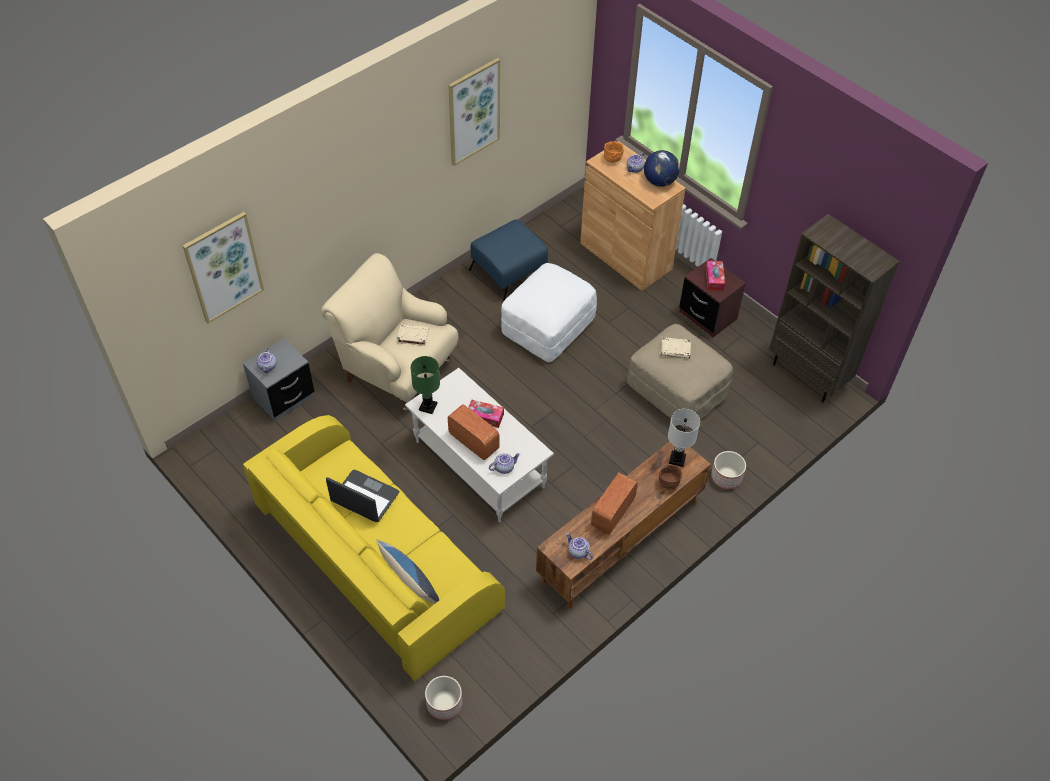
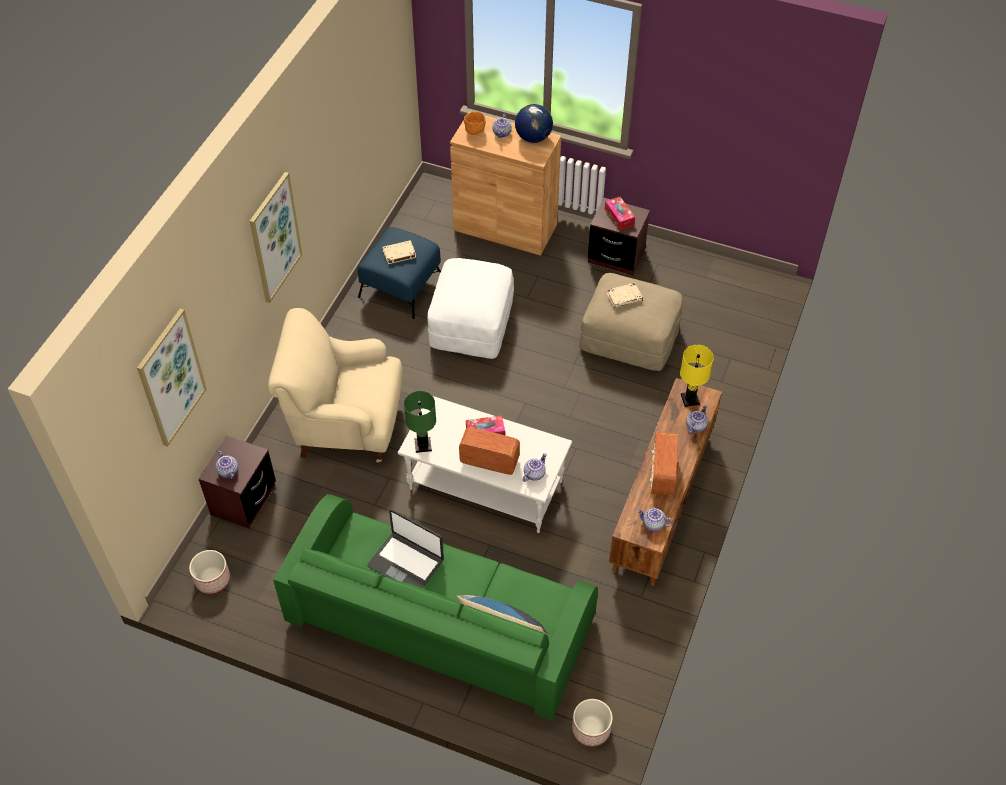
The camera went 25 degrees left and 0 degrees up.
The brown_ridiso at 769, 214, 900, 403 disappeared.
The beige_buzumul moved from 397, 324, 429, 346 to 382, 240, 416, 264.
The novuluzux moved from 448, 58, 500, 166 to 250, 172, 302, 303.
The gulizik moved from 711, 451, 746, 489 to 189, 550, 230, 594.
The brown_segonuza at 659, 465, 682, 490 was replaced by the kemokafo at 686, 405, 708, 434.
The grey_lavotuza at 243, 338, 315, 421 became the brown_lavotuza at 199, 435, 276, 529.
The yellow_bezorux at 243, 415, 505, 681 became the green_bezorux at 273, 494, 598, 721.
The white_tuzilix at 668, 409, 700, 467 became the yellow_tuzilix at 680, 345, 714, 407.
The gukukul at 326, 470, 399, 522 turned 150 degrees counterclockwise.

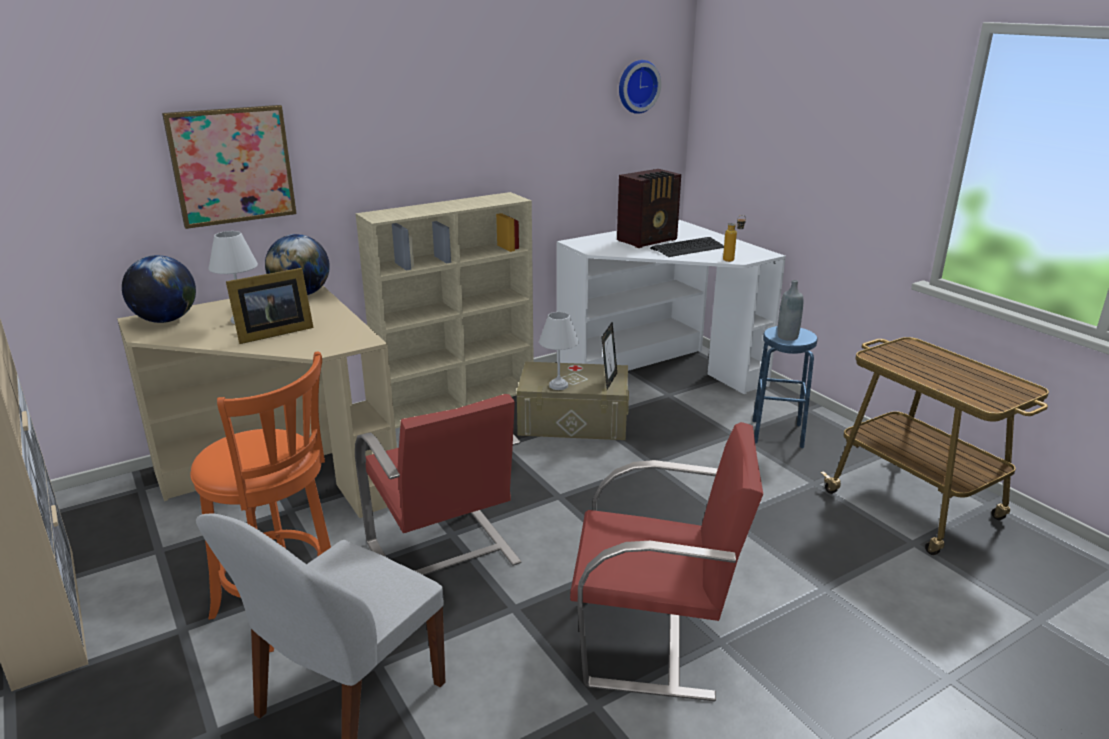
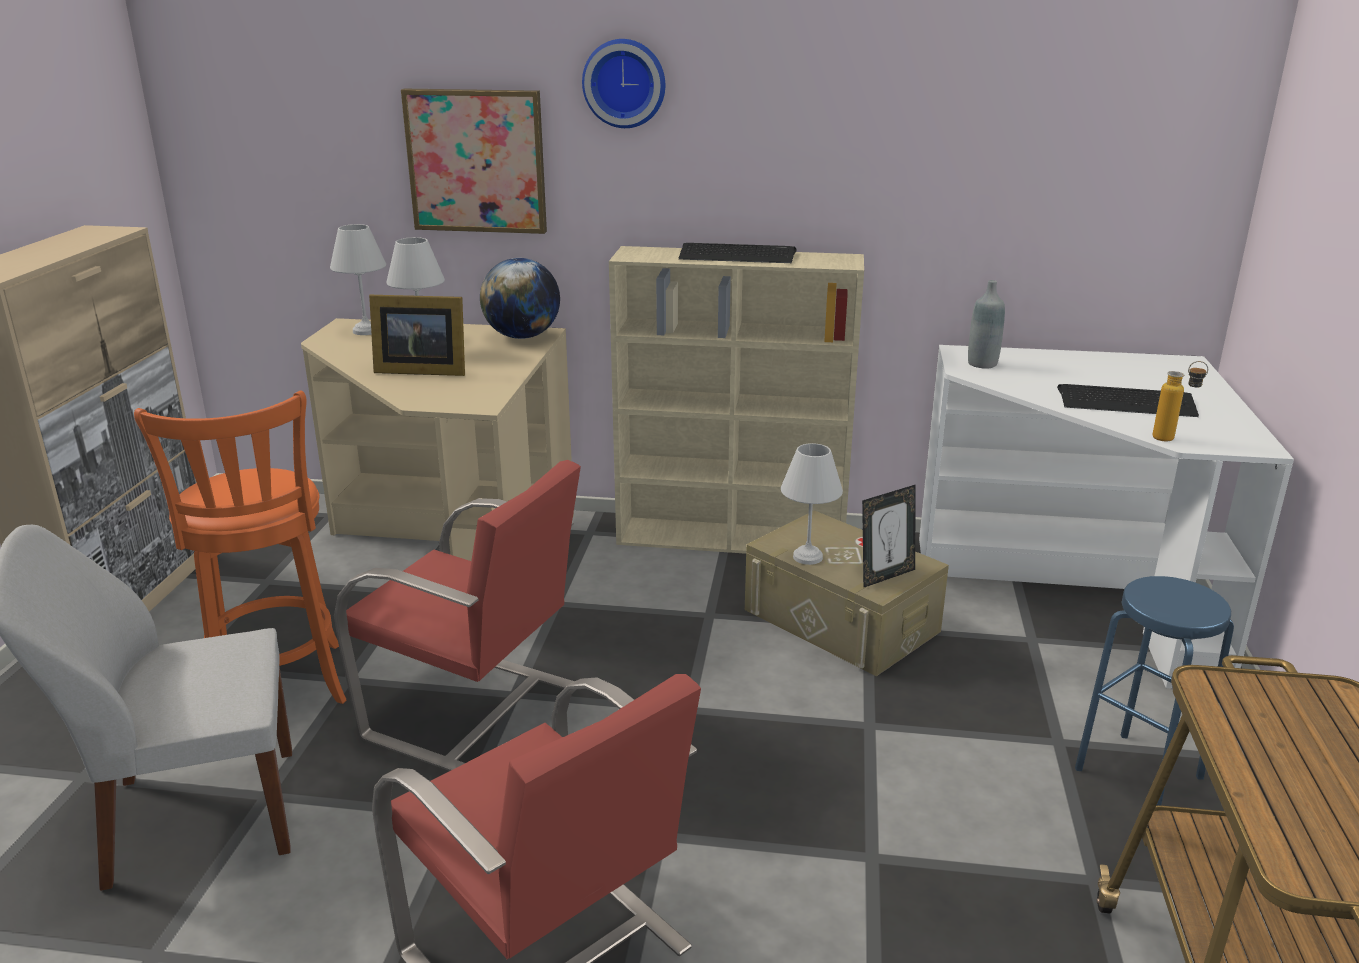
The camera went 40 degrees right and 0 degrees up.
The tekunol at 617, 169, 681, 248 disappeared.
The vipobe at 679, 243, 797, 263 appeared.
The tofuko moved from 619, 60, 661, 114 to 582, 39, 665, 128.
The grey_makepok moved from 777, 280, 803, 341 to 968, 280, 1005, 369.
The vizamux at 122, 255, 196, 323 was replaced by the white_tuzilix at 330, 224, 386, 335.
The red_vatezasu at 355, 394, 521, 575 turned 75 degrees counterclockwise.

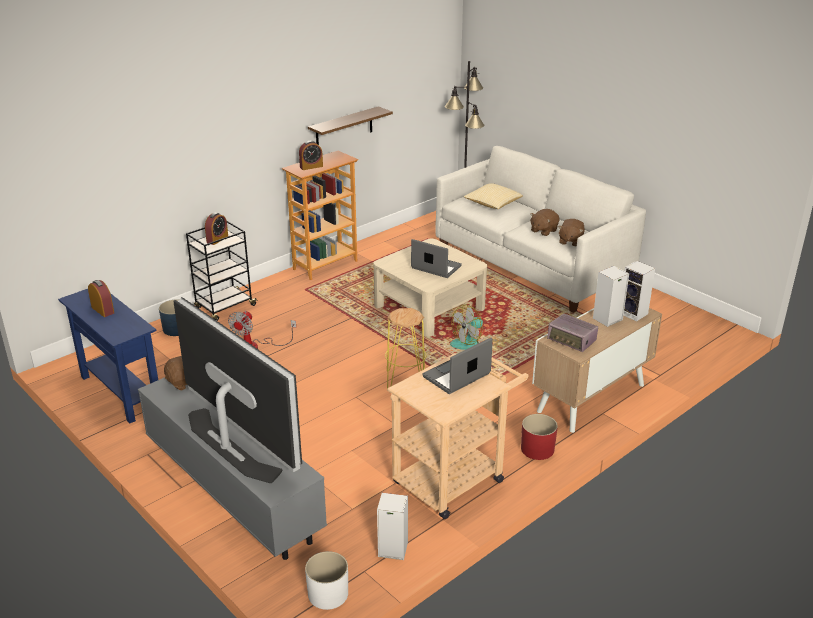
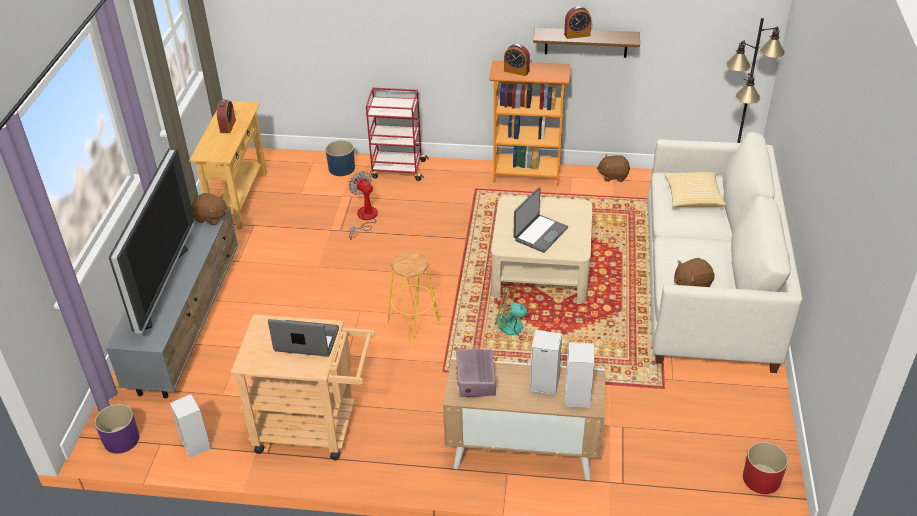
The camera went 50 degrees right and 10 degrees up.
The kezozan moved from 205, 213, 228, 245 to 564, 6, 591, 39.
The red_gulizik moved from 521, 414, 558, 460 to 743, 442, 788, 494.
The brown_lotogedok moved from 530, 209, 560, 236 to 597, 154, 630, 182.
The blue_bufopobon at 58, 289, 158, 423 became the beige_bufopobon at 189, 101, 267, 229.
The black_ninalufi at 186, 220, 258, 321 became the red_ninalufi at 366, 88, 429, 181.
The white_gulizik at 305, 551, 348, 610 became the purple_gulizik at 95, 404, 139, 454.
The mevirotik at 228, 310, 296, 349 turned 75 degrees clockwise.
The gukukul at 411, 239, 462, 278 turned 45 degrees clockwise.

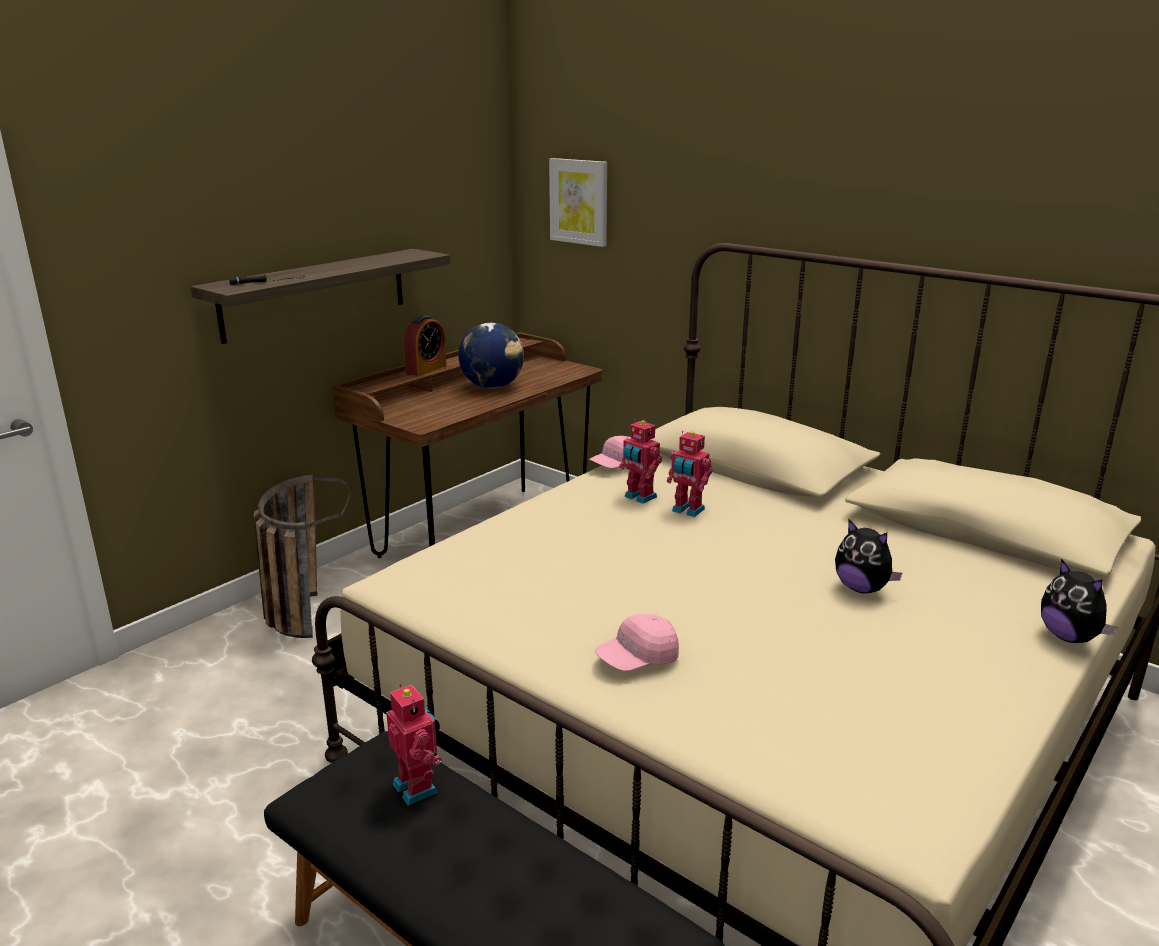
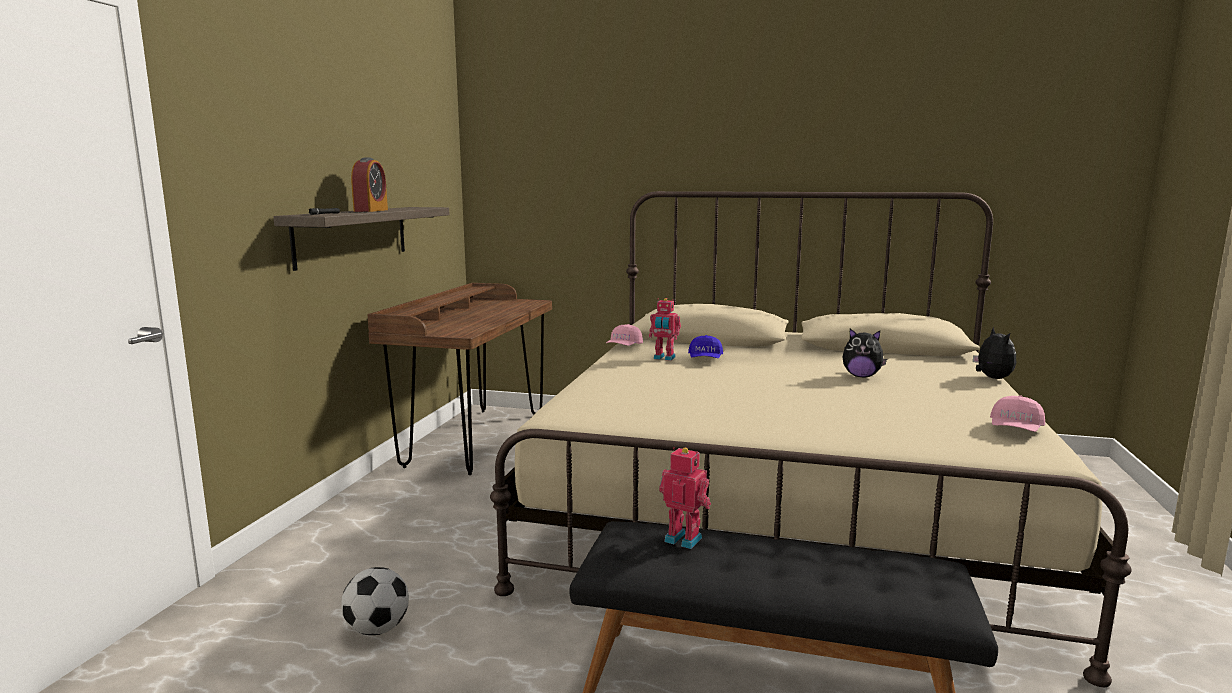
The camera went 25 degrees left and 10 degrees down.
The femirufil at 254, 475, 350, 638 disappeared.
The vizamux at 458, 323, 524, 388 disappeared.
The novuluzux at 549, 158, 607, 247 disappeared.
The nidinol at 341, 567, 409, 635 appeared.
The kezozan moved from 403, 315, 446, 376 to 351, 157, 388, 212.
The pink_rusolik moved from 595, 614, 679, 671 to 990, 395, 1045, 432.
The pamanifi at 667, 431, 713, 517 was replaced by the blue_rusolik at 688, 335, 723, 358.
The lotogedok at 1041, 559, 1118, 643 turned 135 degrees counterclockwise.

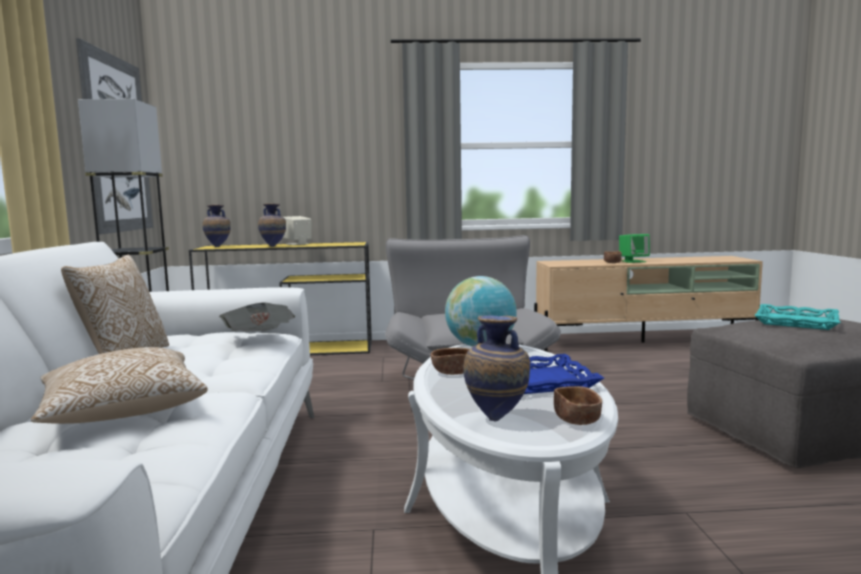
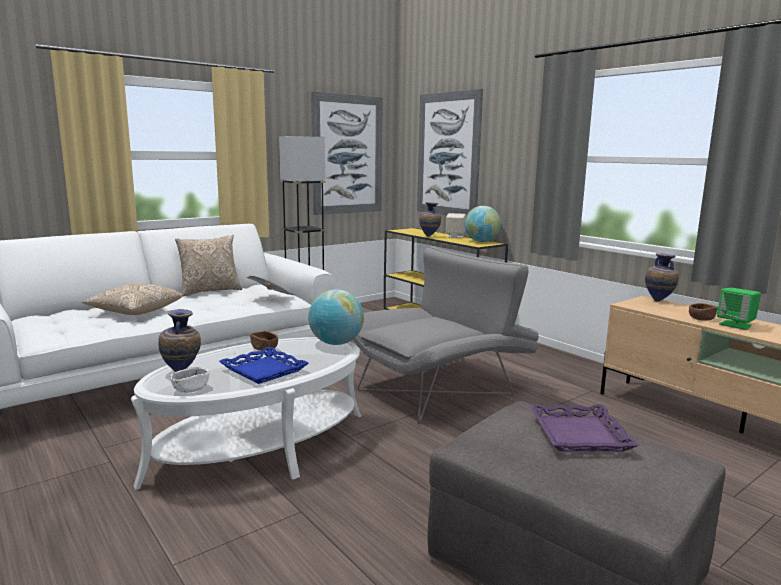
The camera went 55 degrees right and 5 degrees up.
The novuluzux at 417, 89, 483, 216 appeared.
The vizamux at 464, 206, 501, 242 appeared.
The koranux moved from 202, 204, 231, 247 to 645, 253, 679, 302.
The brown_segonuza at 554, 386, 602, 425 became the white_segonuza at 170, 367, 209, 393.
The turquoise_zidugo at 754, 304, 840, 330 became the purple_zidugo at 529, 404, 640, 451.

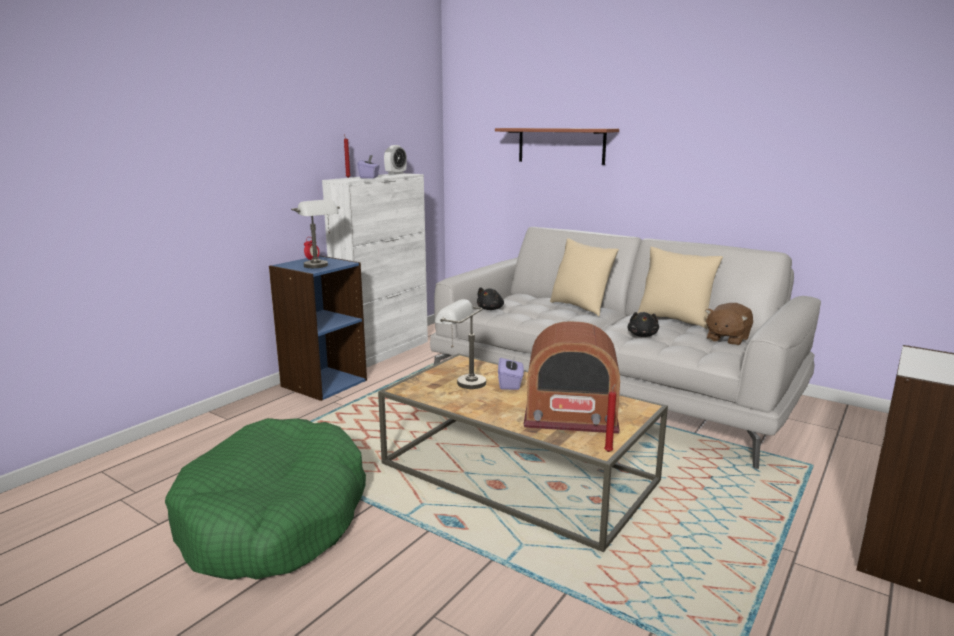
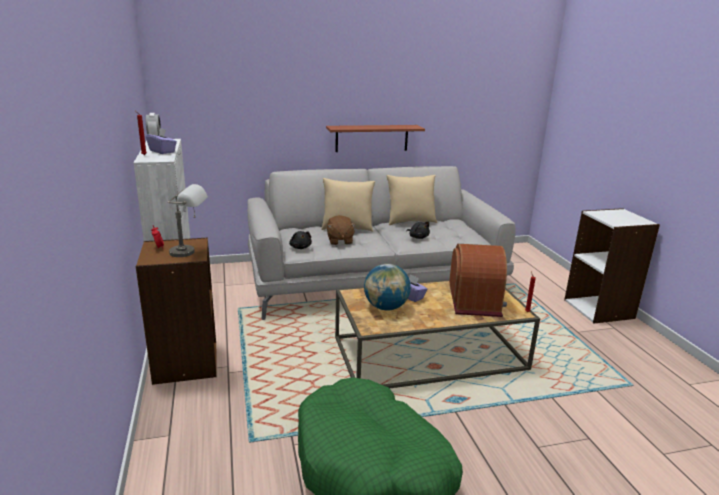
The camera went 50 degrees left and 5 degrees up.
The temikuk moved from 495, 128, 619, 165 to 326, 125, 425, 152.
The brown_lotogedok moved from 705, 303, 753, 345 to 327, 215, 356, 245.
The grey_tuzilix at 435, 299, 486, 389 was replaced by the vizamux at 364, 264, 411, 310.
The blue_ridiso at 269, 255, 367, 401 became the brown_ridiso at 136, 238, 217, 385.
The tekunol at 523, 321, 620, 434 turned 45 degrees counterclockwise.

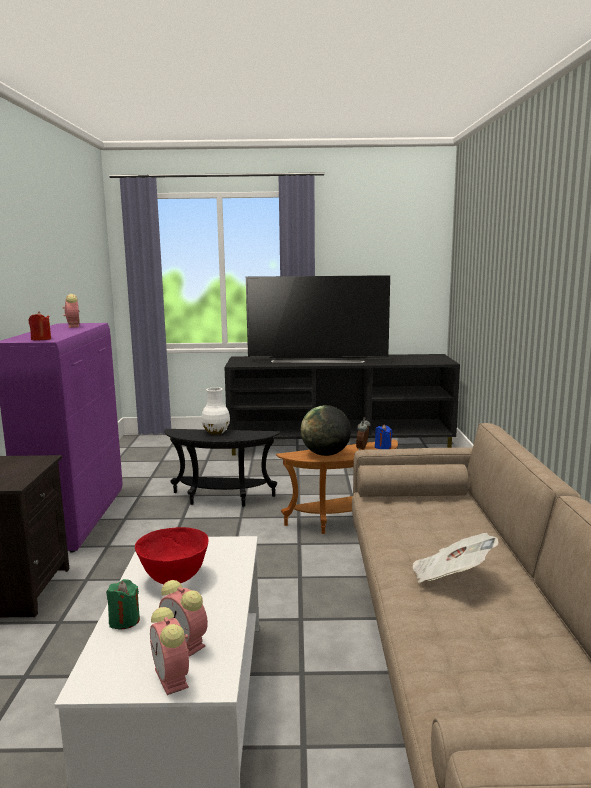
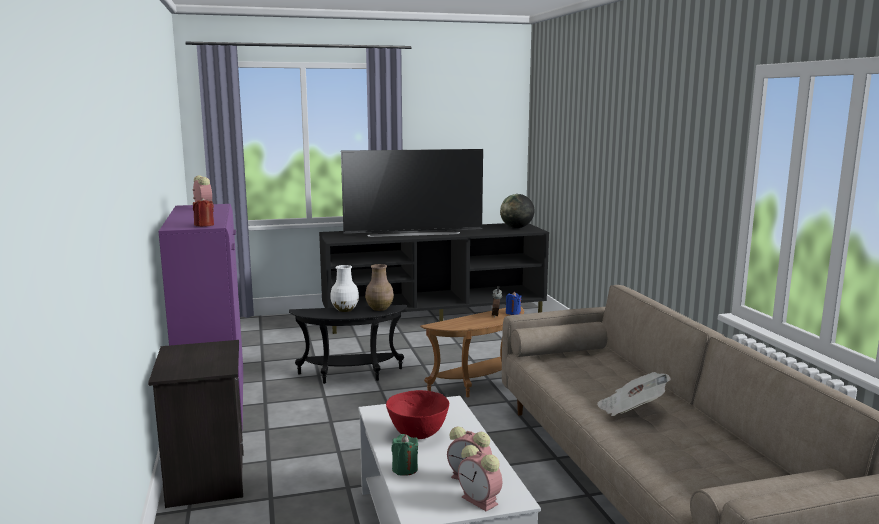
The camera went 15 degrees left and 0 degrees up.
The brown_koranux at 365, 264, 394, 311 appeared.
The vizamux moved from 301, 405, 351, 456 to 500, 194, 534, 228.

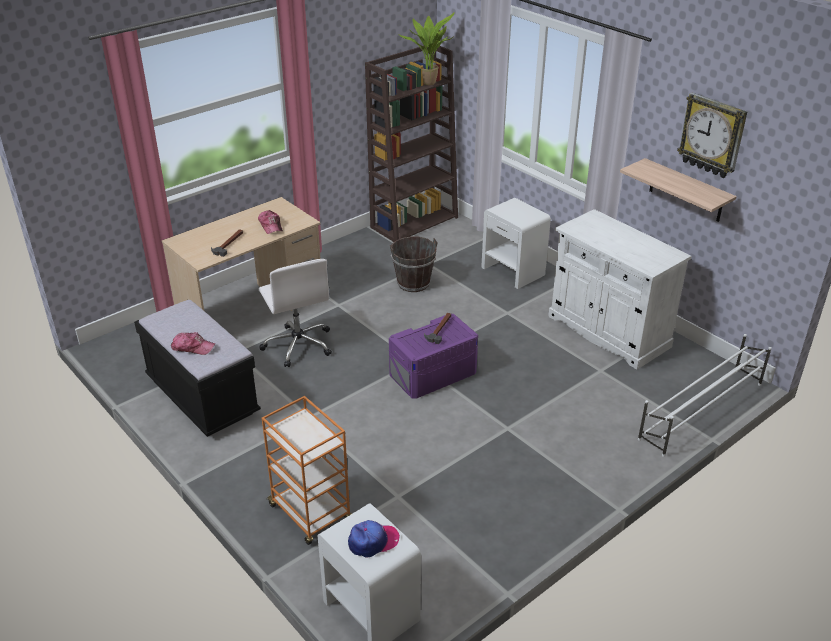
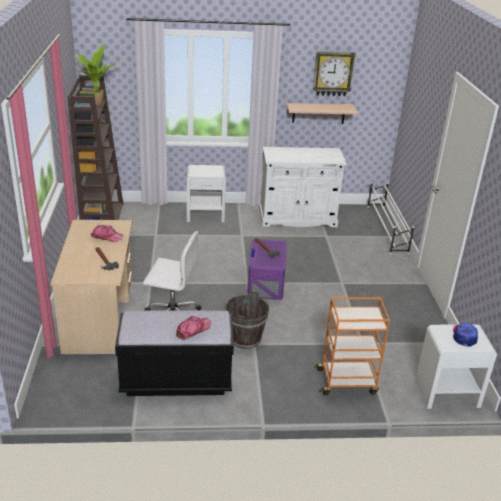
The camera went 55 degrees left and 5 degrees down.
The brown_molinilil moved from 390, 236, 438, 292 to 226, 291, 269, 349.

